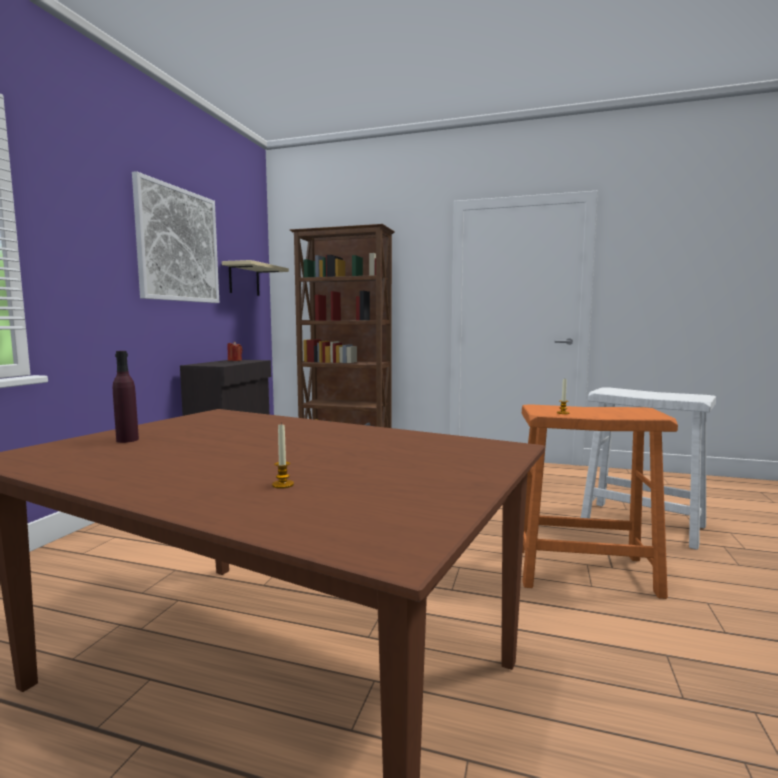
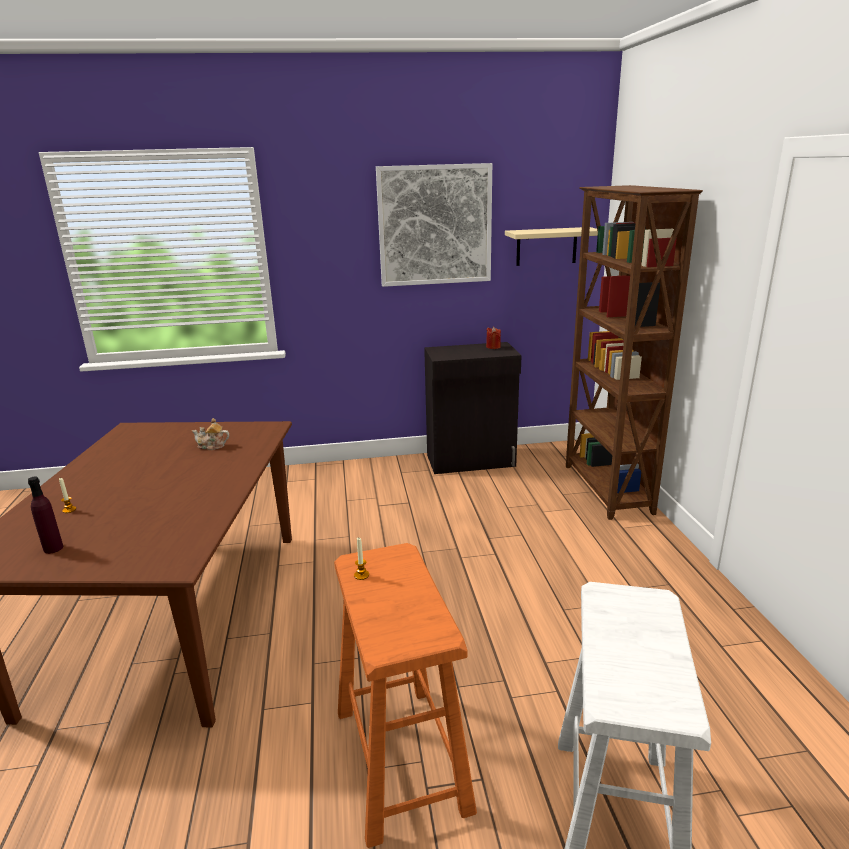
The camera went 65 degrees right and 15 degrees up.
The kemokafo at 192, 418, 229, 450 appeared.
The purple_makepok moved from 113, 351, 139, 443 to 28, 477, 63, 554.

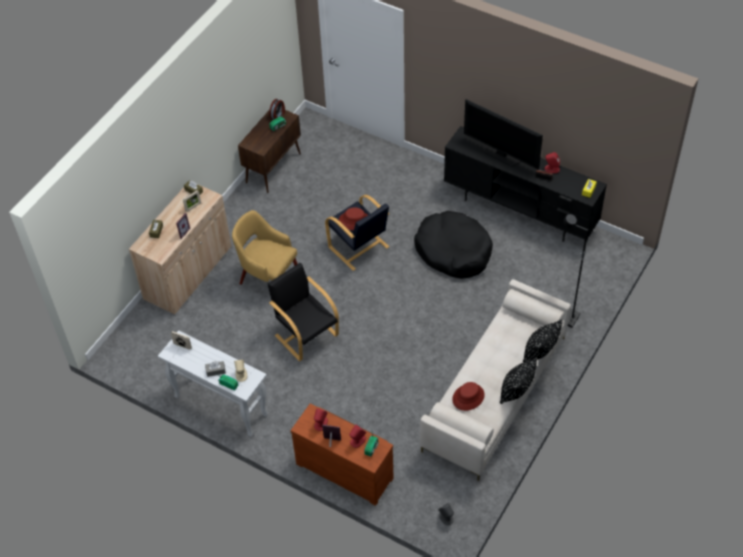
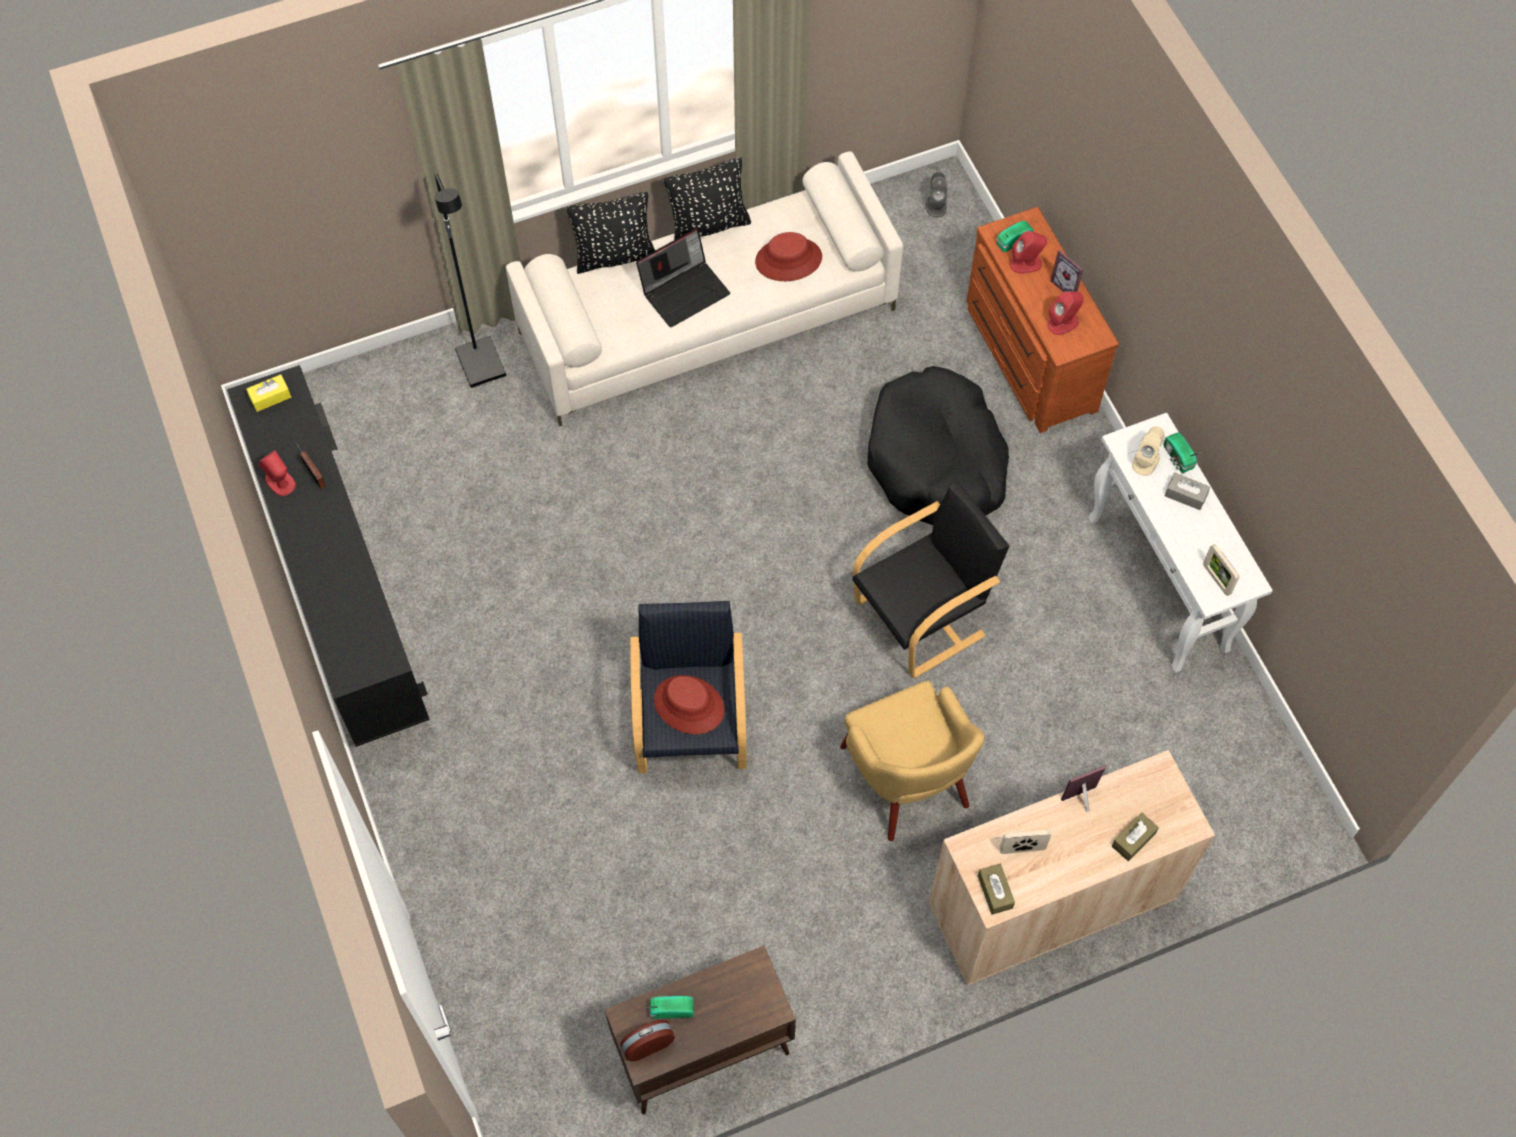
The camera went 145 degrees left and 10 degrees up.
The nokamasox at 464, 99, 543, 170 disappeared.
The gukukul at 636, 228, 730, 327 appeared.
The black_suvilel moved from 414, 211, 493, 279 to 867, 366, 1009, 525.
The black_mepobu at 267, 263, 339, 361 turned 120 degrees counterclockwise.

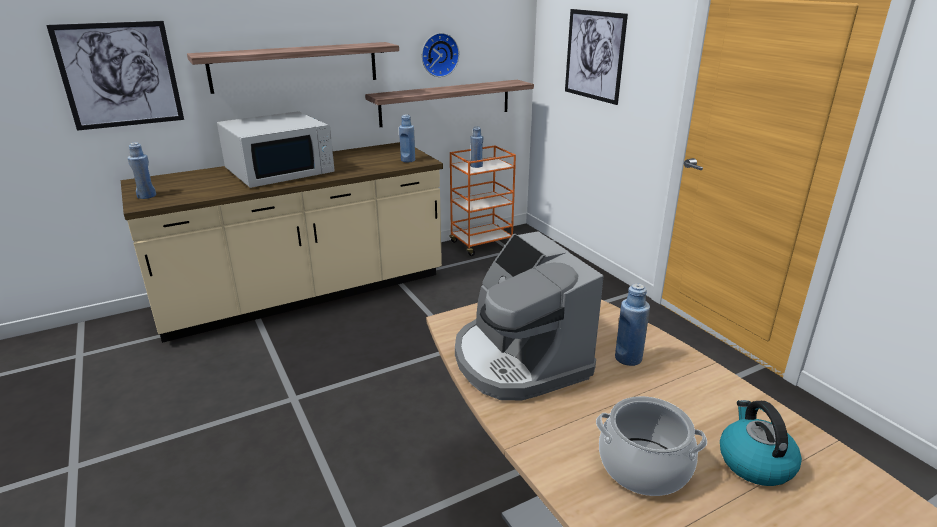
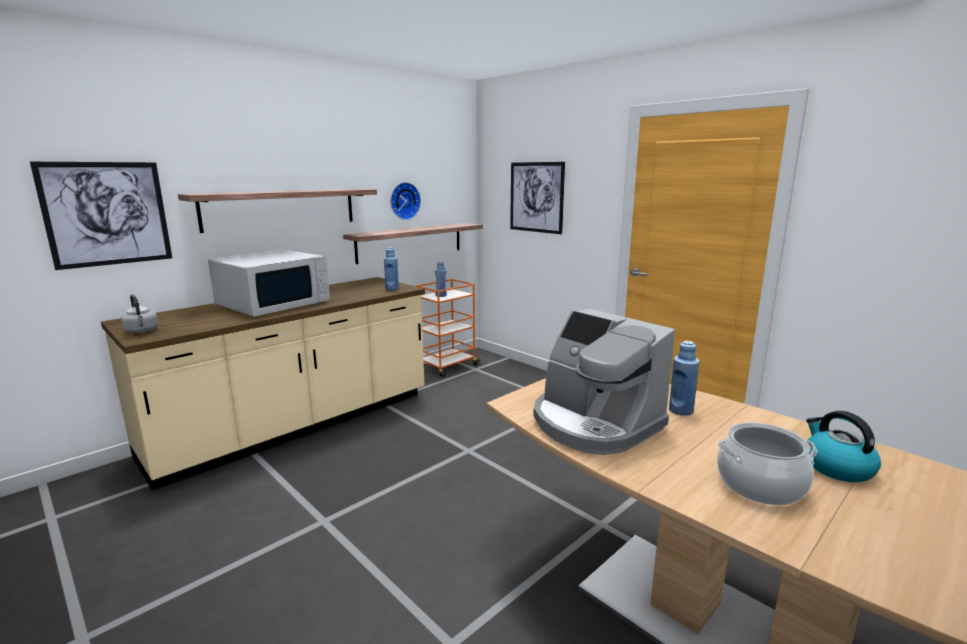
The camera went 15 degrees left and 10 degrees down.
The blue_makepok at 128, 143, 156, 199 was replaced by the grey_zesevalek at 121, 294, 158, 333.

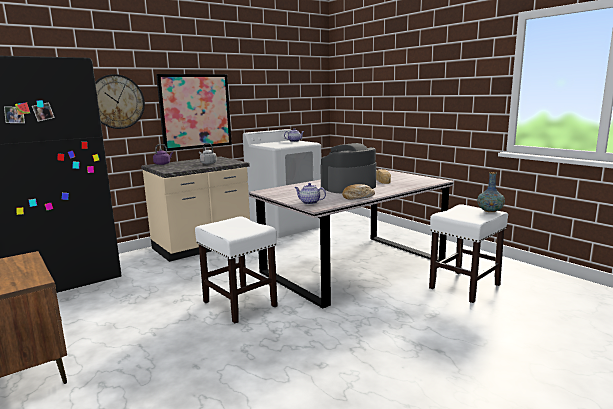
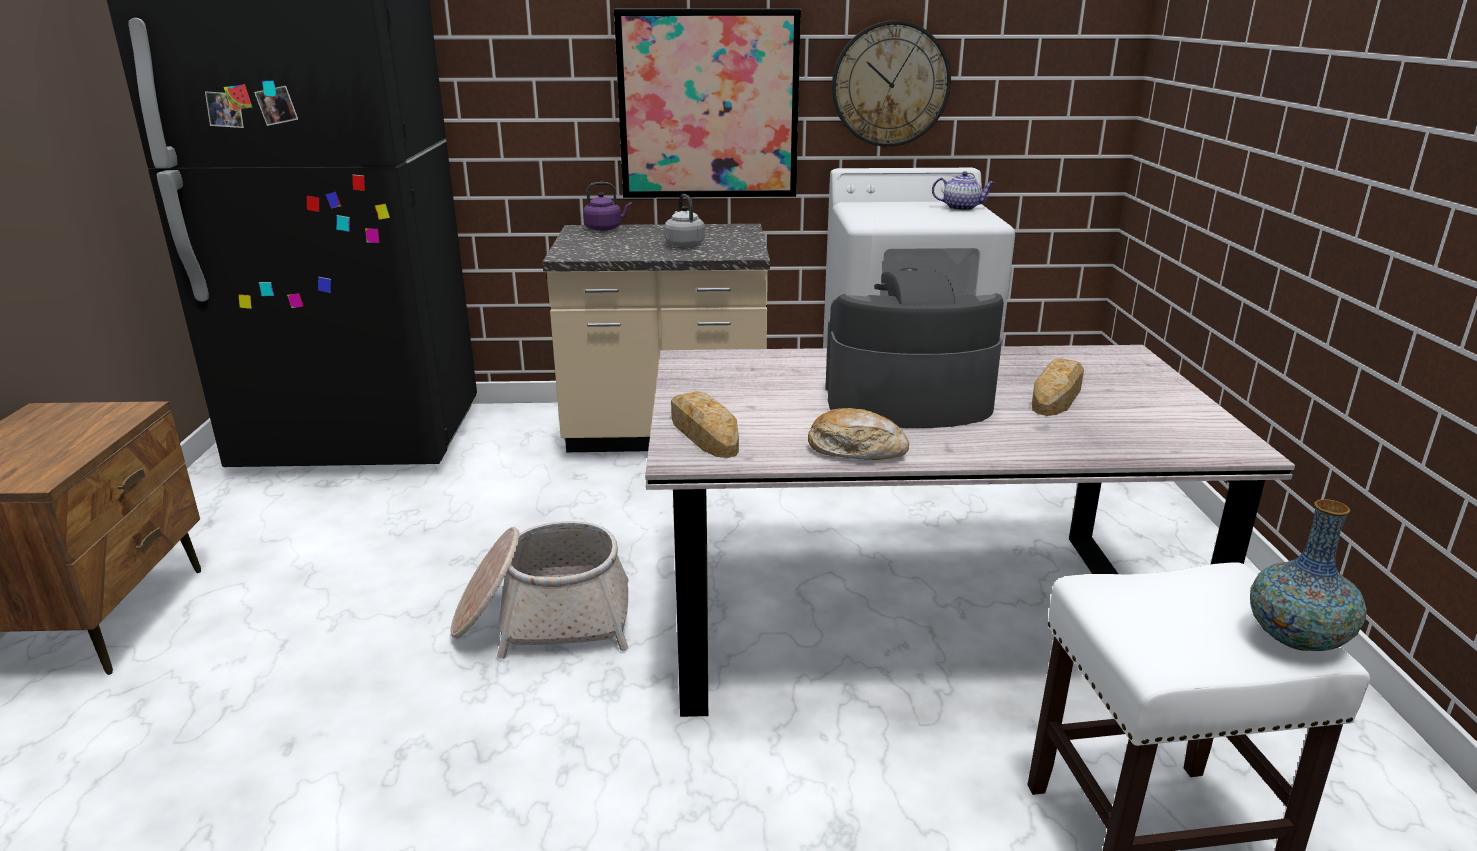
The camera went 35 degrees right and 10 degrees up.
The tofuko moved from 95, 74, 145, 129 to 832, 20, 951, 147.
The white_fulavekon at 195, 216, 278, 323 was replaced by the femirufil at 450, 521, 629, 659.
The kemokafo at 294, 183, 326, 204 was replaced by the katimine at 671, 391, 739, 458.

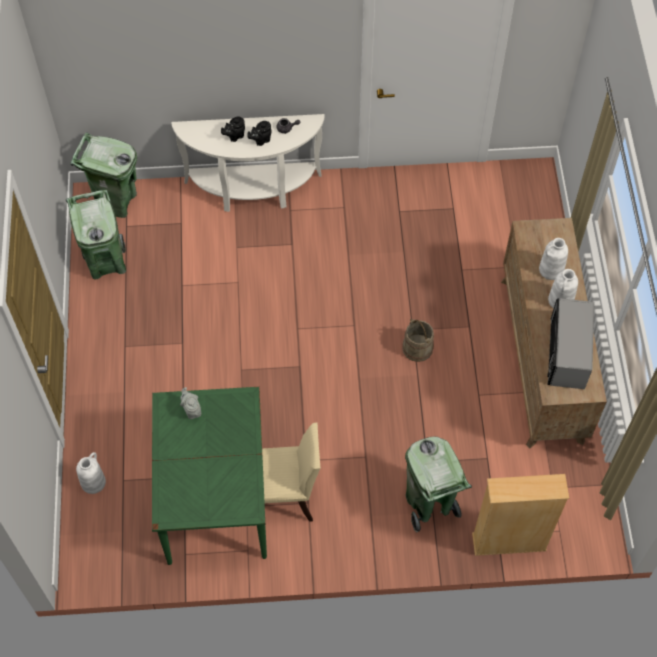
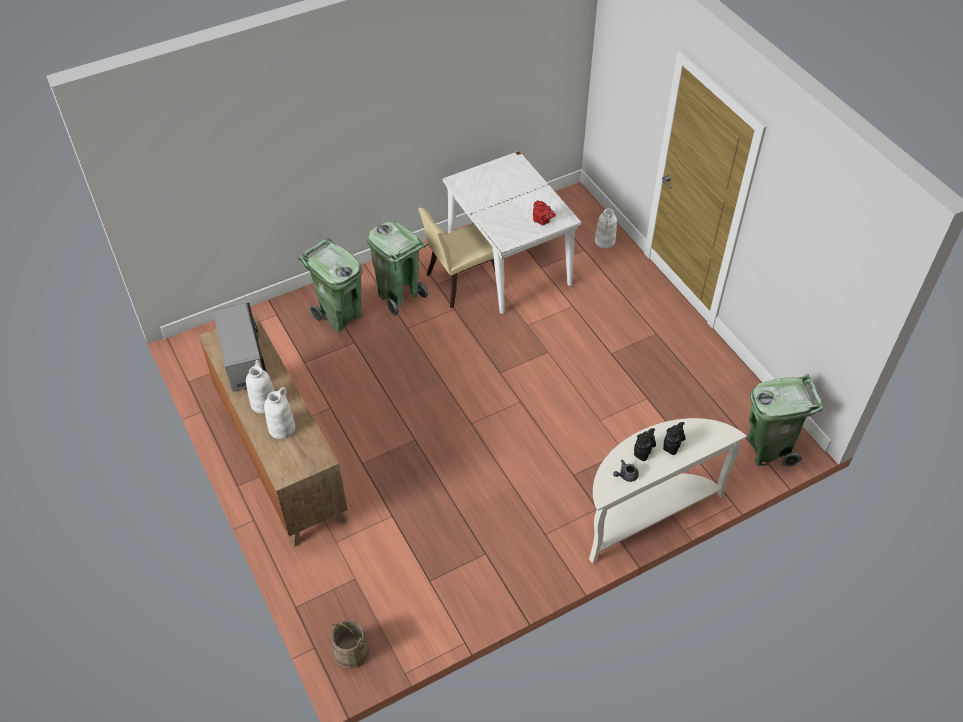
The camera went 155 degrees right and 10 degrees down.
The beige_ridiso at 472, 474, 569, 556 disappeared.
The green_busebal moved from 66, 190, 126, 279 to 367, 222, 428, 316.
The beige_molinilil moved from 402, 319, 434, 362 to 331, 620, 369, 669.
The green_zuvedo at 152, 387, 267, 565 became the white_zuvedo at 442, 151, 582, 314.
The grey_kemokafo at 180, 387, 201, 419 became the red_kemokafo at 533, 200, 556, 225.

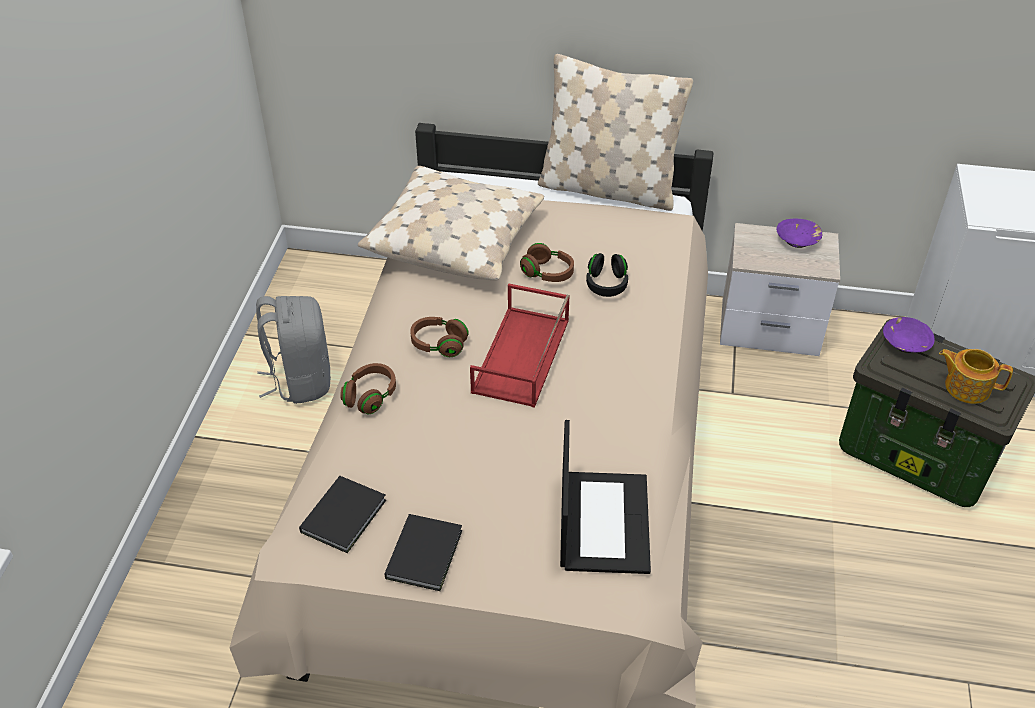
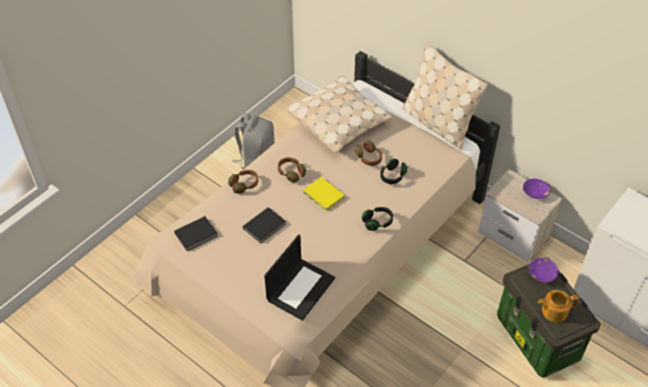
The camera went 30 degrees right and 5 degrees up.
The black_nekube at 361, 207, 393, 231 appeared.
The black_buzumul moved from 385, 514, 462, 591 to 243, 207, 286, 243.
The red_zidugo at 470, 284, 570, 408 was replaced by the yellow_buzumul at 303, 177, 345, 211.
The kemokafo at 939, 349, 1013, 404 turned 60 degrees counterclockwise.

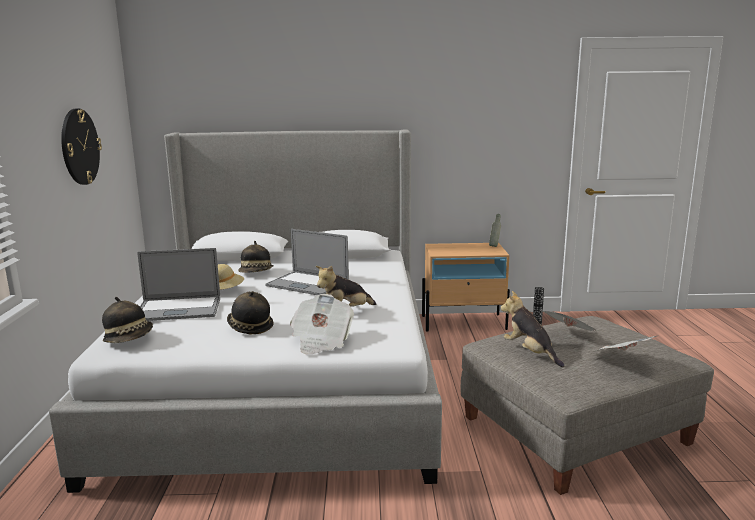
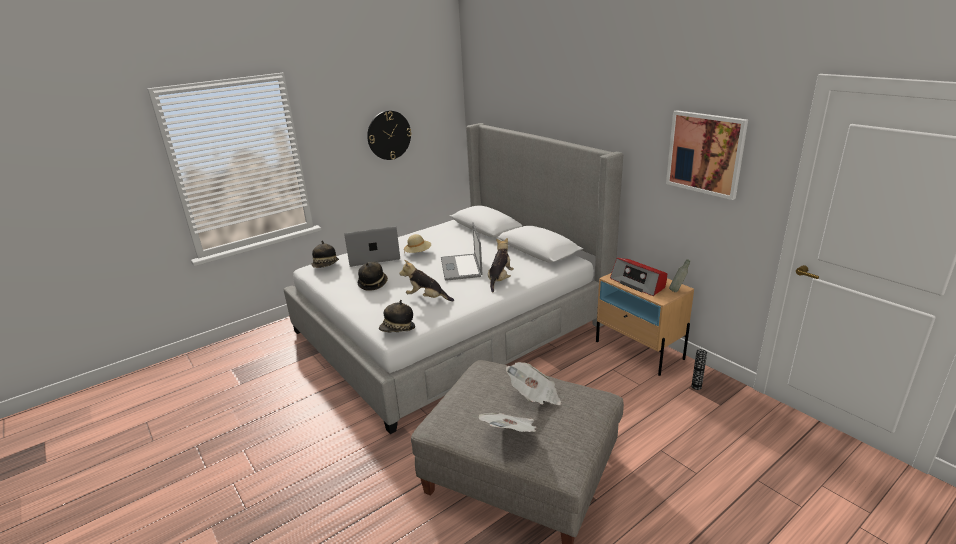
The camera went 55 degrees right and 10 degrees up.
The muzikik at 290, 294, 354, 354 disappeared.
The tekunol at 610, 258, 667, 296 appeared.
The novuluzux at 666, 110, 748, 200 appeared.
The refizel moved from 238, 241, 273, 272 to 379, 300, 415, 333.
The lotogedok moved from 500, 291, 564, 367 to 488, 238, 514, 293.
The gukukul at 138, 248, 220, 321 turned 120 degrees clockwise.

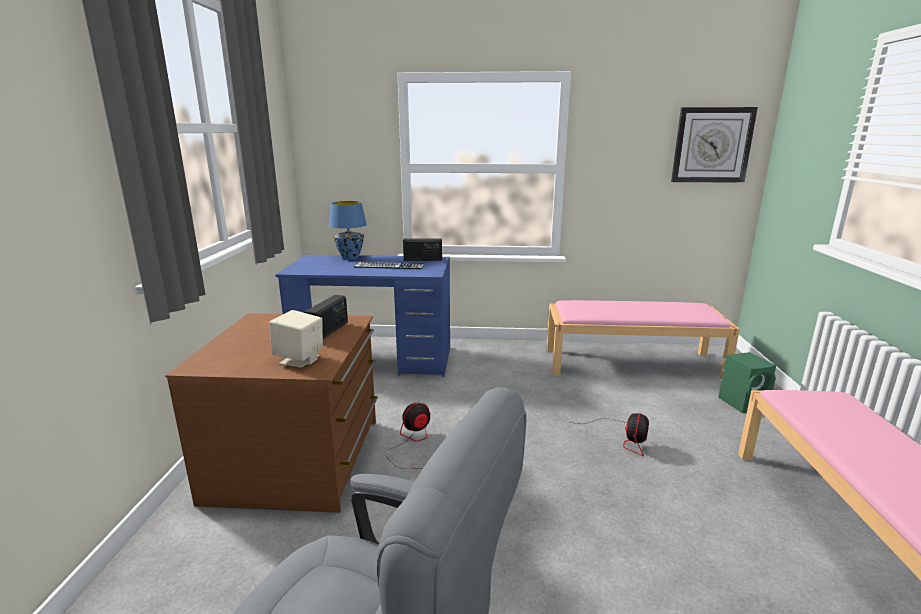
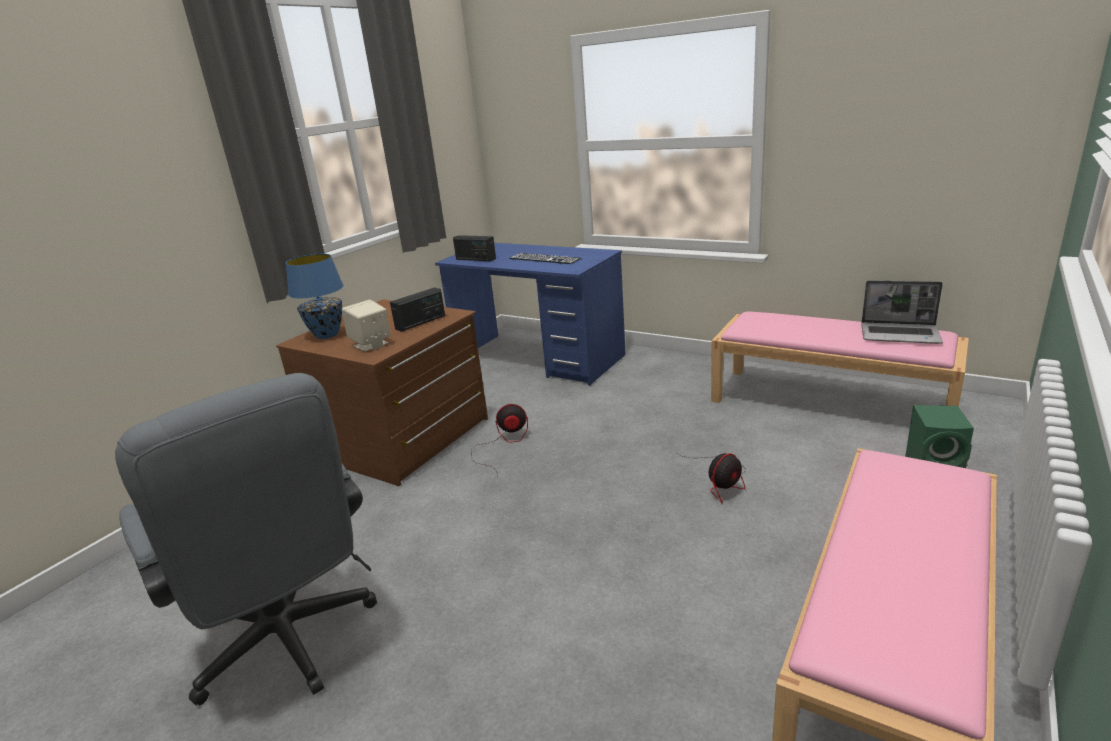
The camera went 30 degrees right and 5 degrees up.
The tofuko at 671, 107, 758, 183 disappeared.
The gukukul at 861, 280, 943, 344 appeared.
The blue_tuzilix moved from 329, 201, 367, 260 to 286, 254, 343, 339.
The tekunol moved from 403, 238, 442, 261 to 453, 235, 496, 261.

